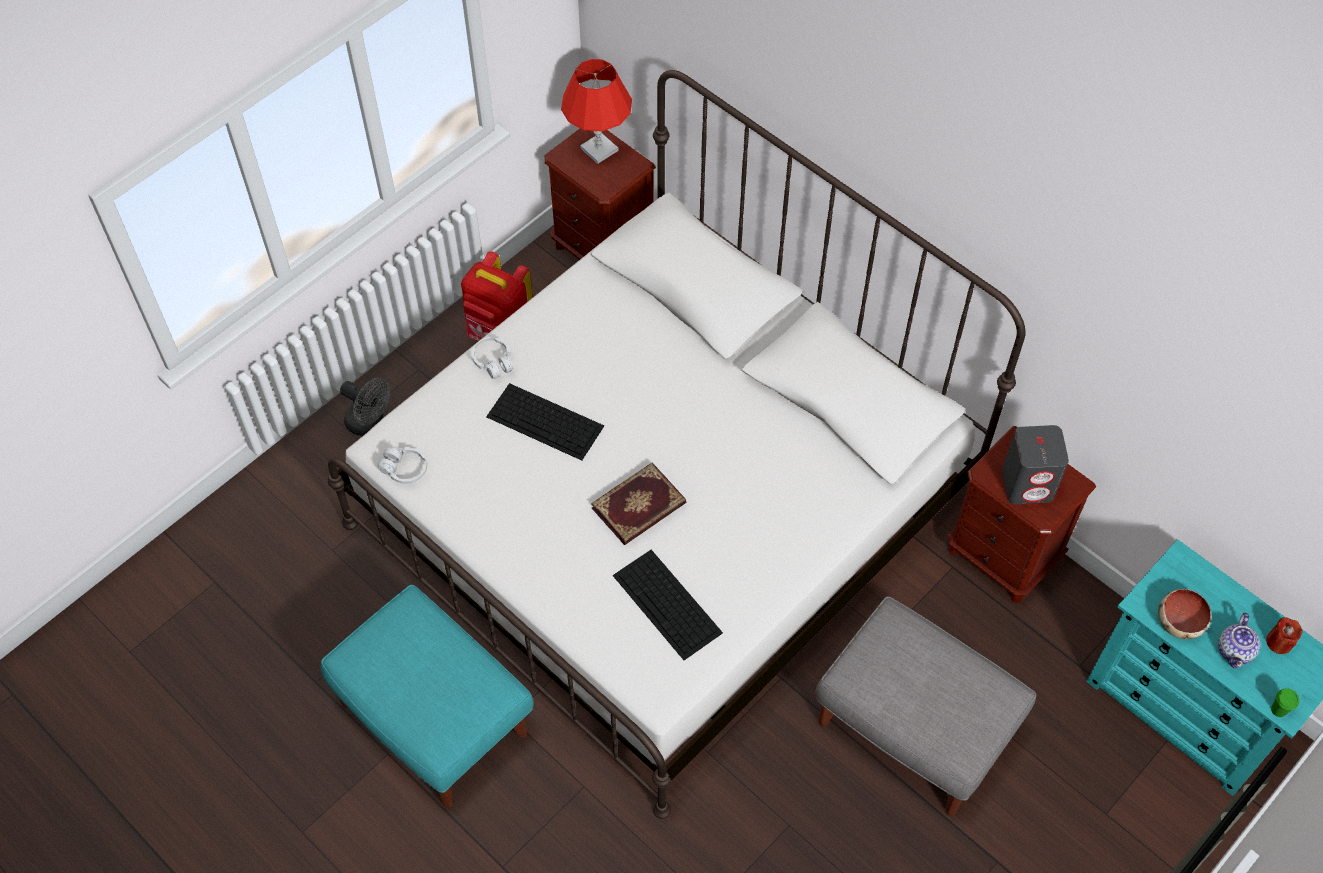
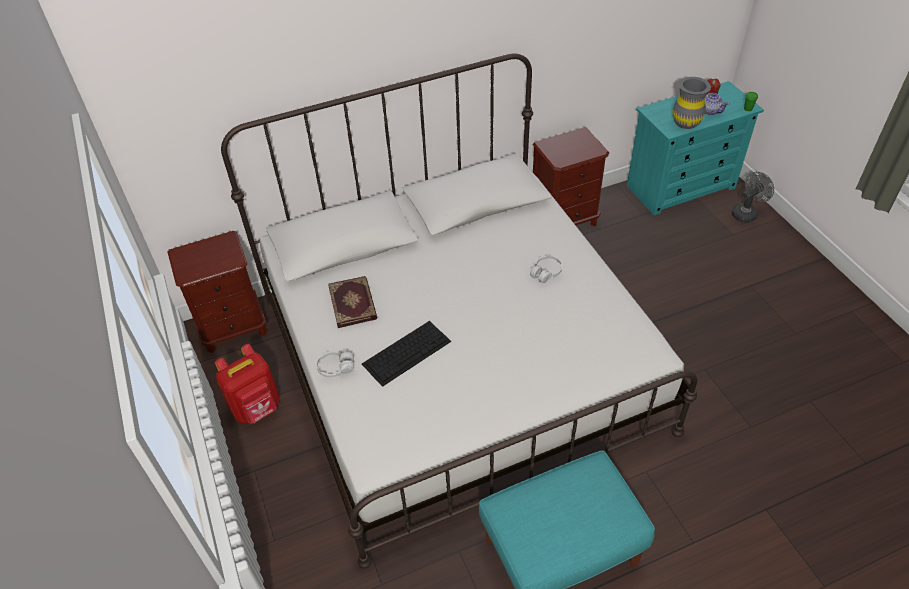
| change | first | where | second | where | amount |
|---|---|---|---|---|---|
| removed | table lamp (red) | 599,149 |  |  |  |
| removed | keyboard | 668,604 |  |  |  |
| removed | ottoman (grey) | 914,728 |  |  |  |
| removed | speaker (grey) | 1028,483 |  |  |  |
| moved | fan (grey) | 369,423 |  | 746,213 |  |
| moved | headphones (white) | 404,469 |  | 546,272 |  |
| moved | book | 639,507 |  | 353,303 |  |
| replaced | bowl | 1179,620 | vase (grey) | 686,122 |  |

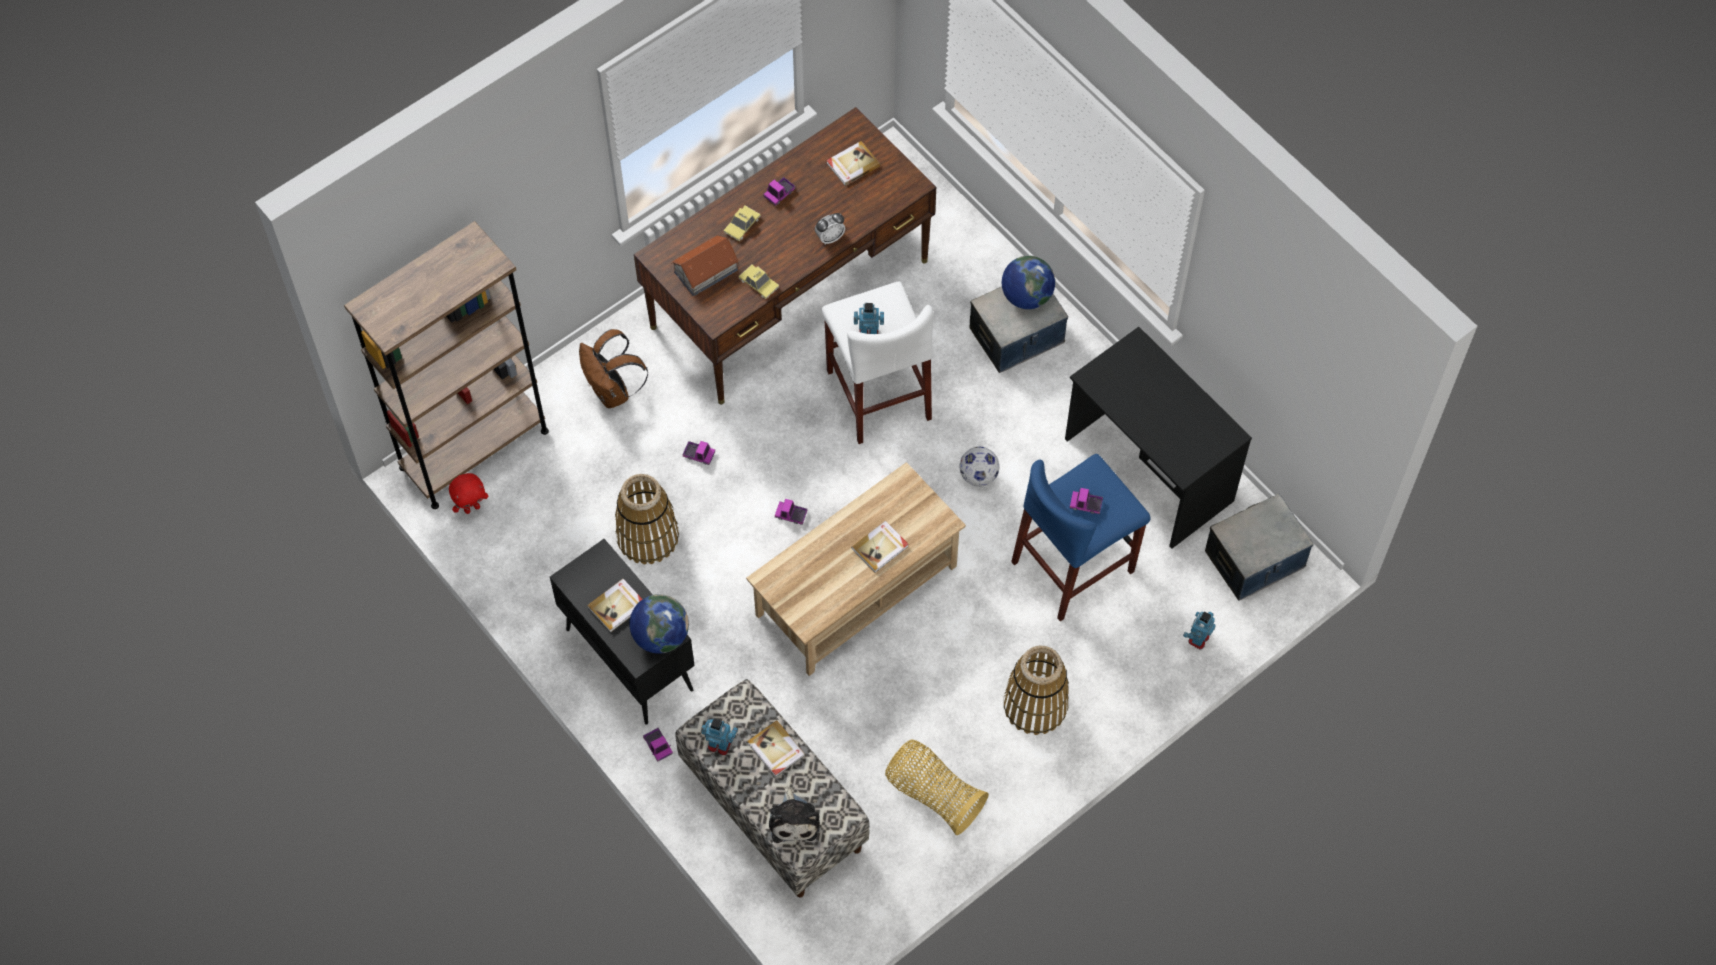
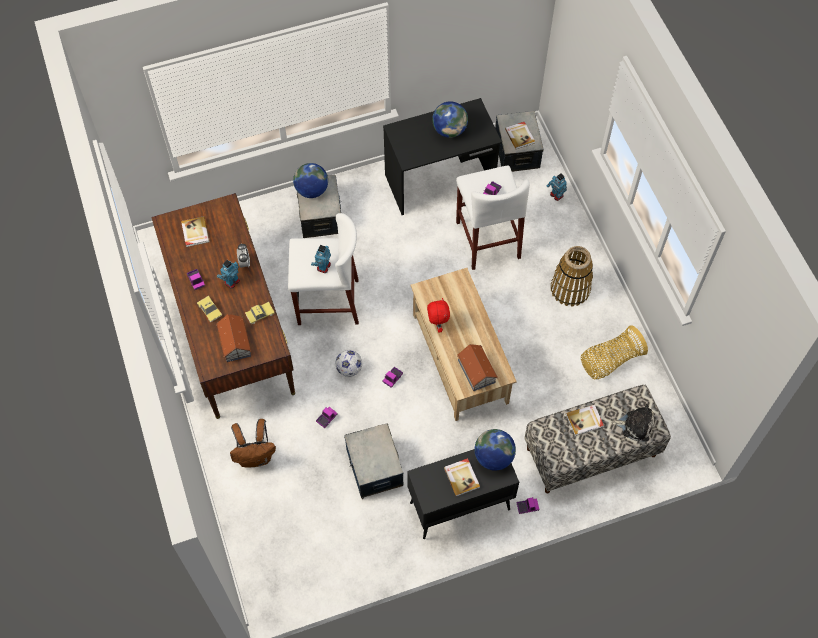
| change | first | where | second | where | amount |
|---|---|---|---|---|---|
| removed | bookcase (brown) | 474,449 |  |  |  |
| added |  |  | globe | 449,130 |  |
| added |  |  | toy house | 476,370 |  |
| moved | plush toy (red) | 472,508 |  | 437,324 |  |
| moved | toy robot | 719,744 |  | 231,281 |  |
| moved | book | 880,548 |  | 520,136 |  |
| moved | football | 978,475 |  | 349,369 |  |
| replaced | basket | 647,536 | storage box | 374,468 |  |
| recoloured | stool (blue) | 1073,567 | stool (white) | 487,240 |  |

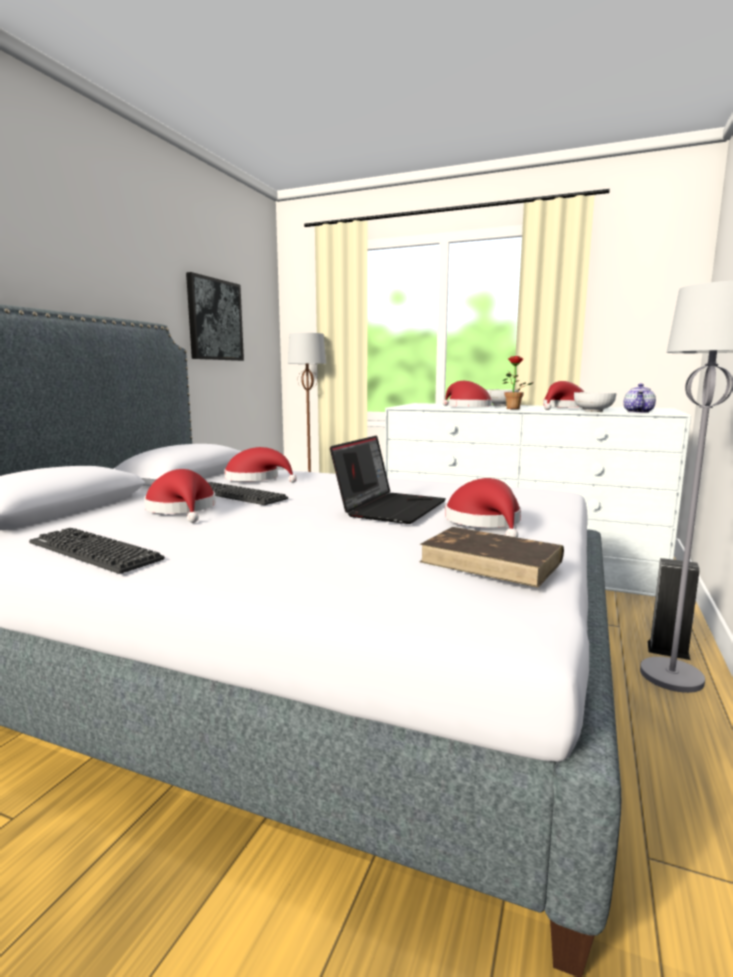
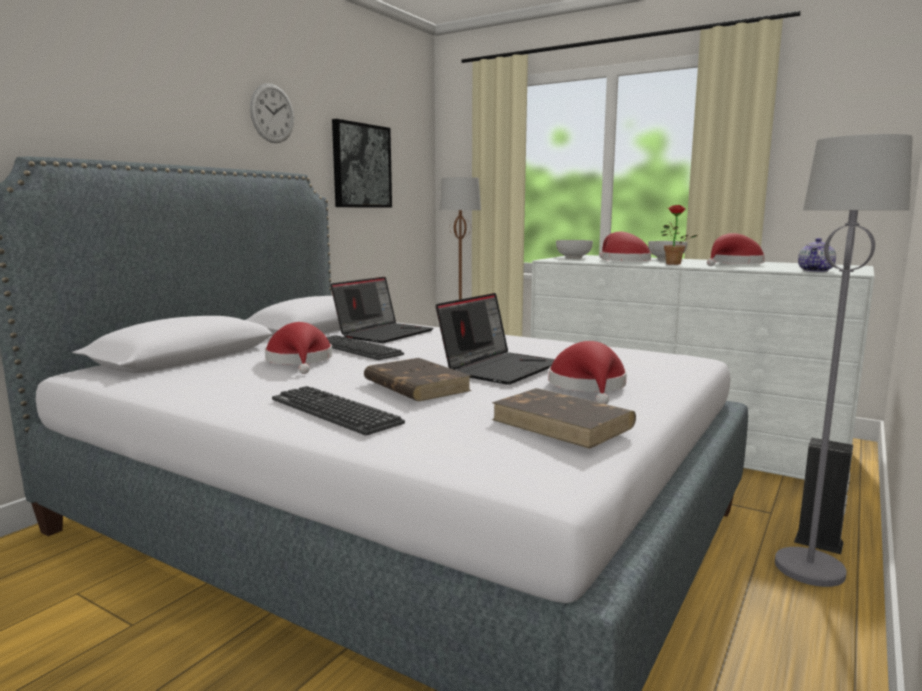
| change | first | where | second | where | amount |
|---|---|---|---|---|---|
| added |  |  | wall clock | 272,113 |  |
| added |  |  | book (brown) | 415,385 |  |
| moved | keyboard | 94,551 |  | 334,411 |  |
| moved | bowl | 593,411 |  | 573,258 |  |
| replaced | hat (red) | 256,479 | laptop | 384,333 |  |

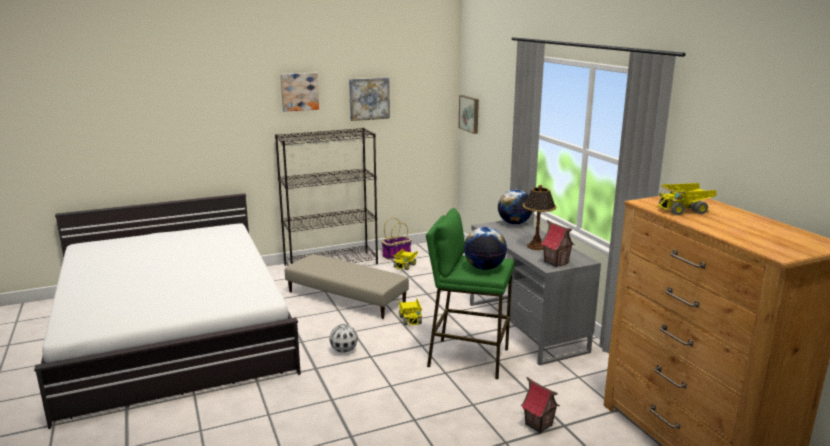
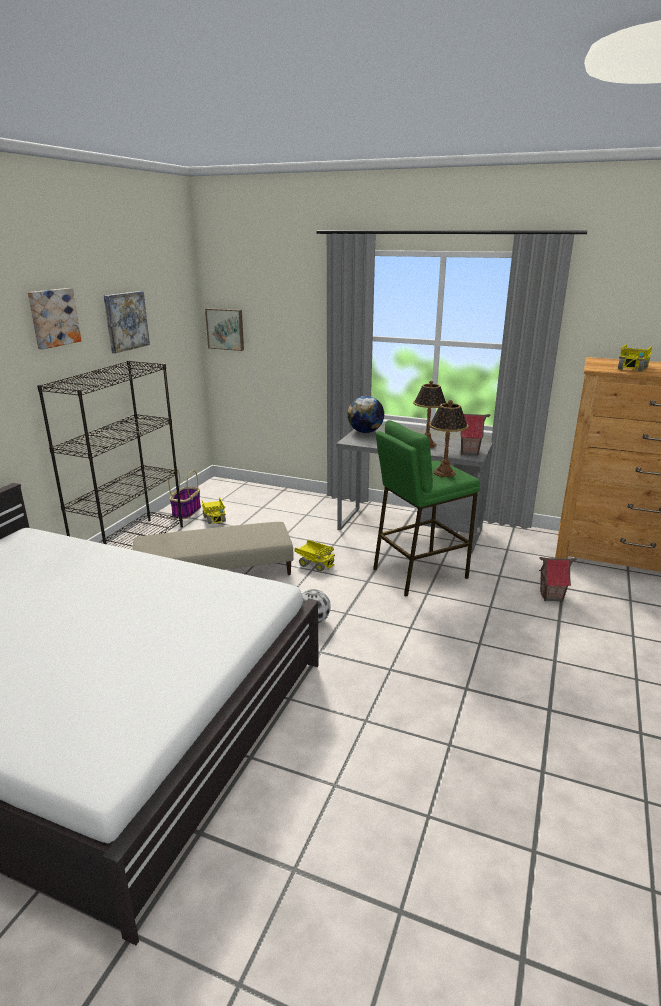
| change | first | where | second | where | amount |
|---|---|---|---|---|---|
| replaced | globe | 484,268 | table lamp | 444,472 |  |

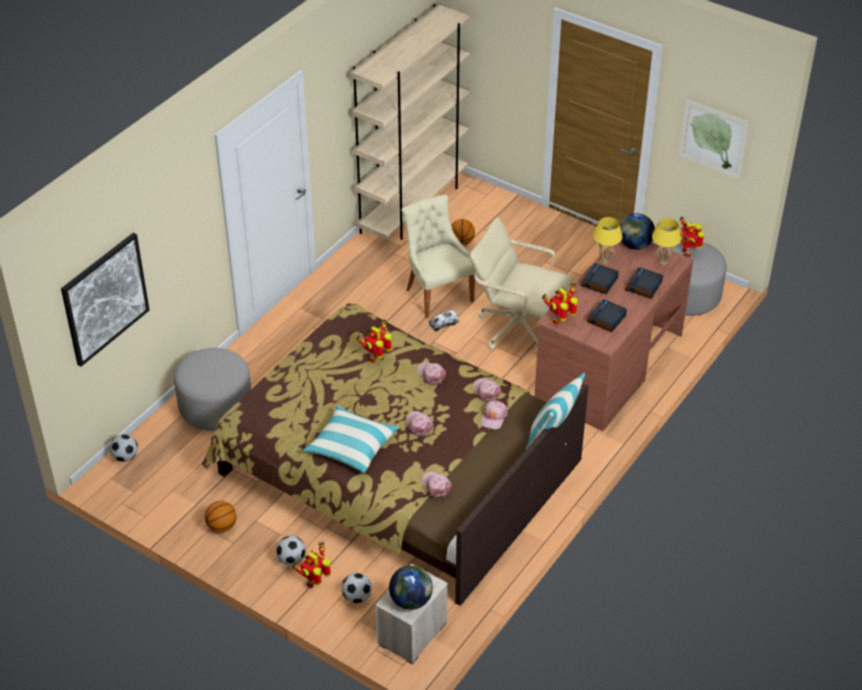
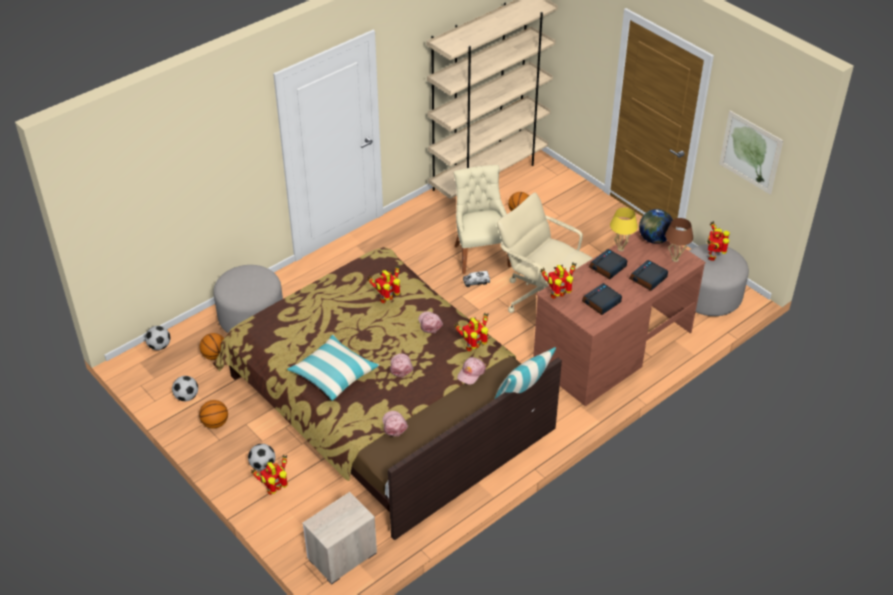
| change | first | where | second | where | amount |
|---|---|---|---|---|---|
| removed | picture | 105,298 |  |  |  |
| removed | globe | 411,600 |  |  |  |
| added |  |  | basketball | 214,356 |  |
| moved | football | 357,597 |  | 186,397 |  |
| replaced | cap (pink) | 486,391 | toy robot | 473,348 |  |
| recoloured | table lamp (yellow) | 663,262 | table lamp (brown) | 675,259 |  |

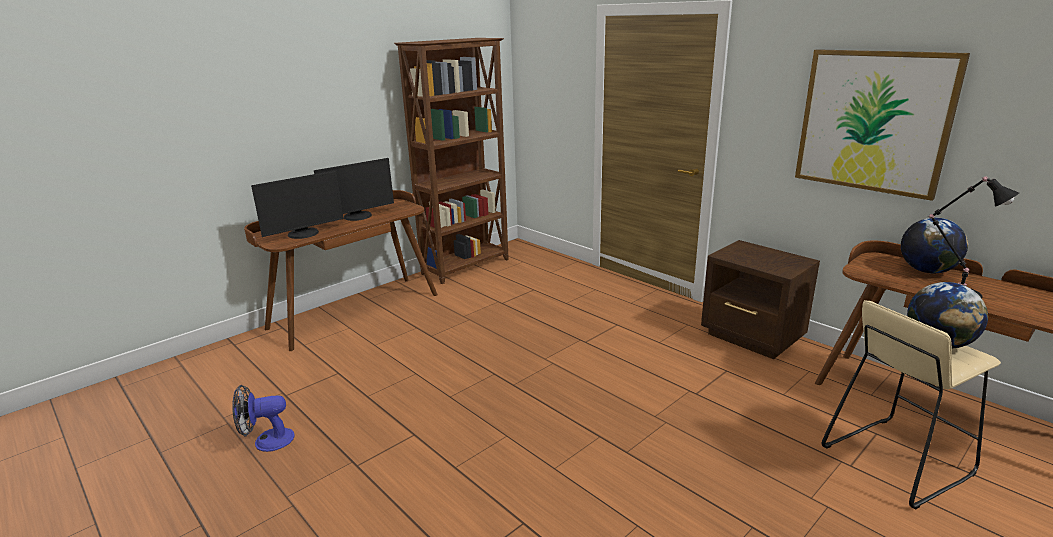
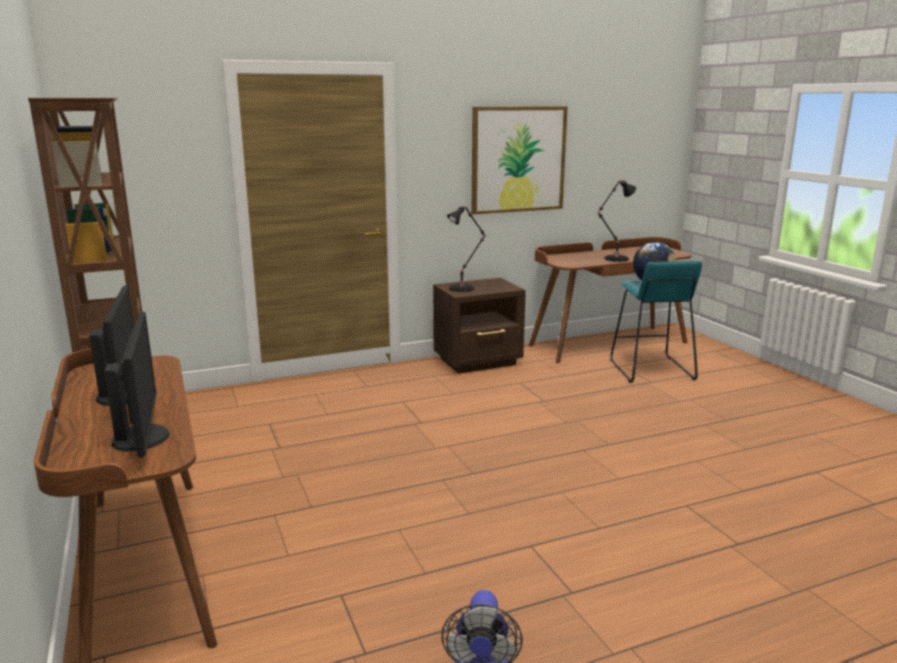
| change | first | where | second | where | amount |
|---|---|---|---|---|---|
| removed | globe | 926,271 |  |  |  |
| added |  |  | table lamp (black) | 463,288 |  |
| recoloured | stool (beige) | 896,459 | stool (turquoise) | 650,369 |  |

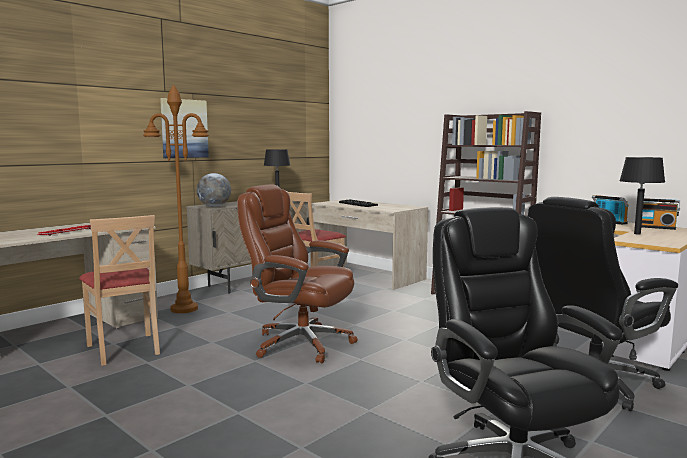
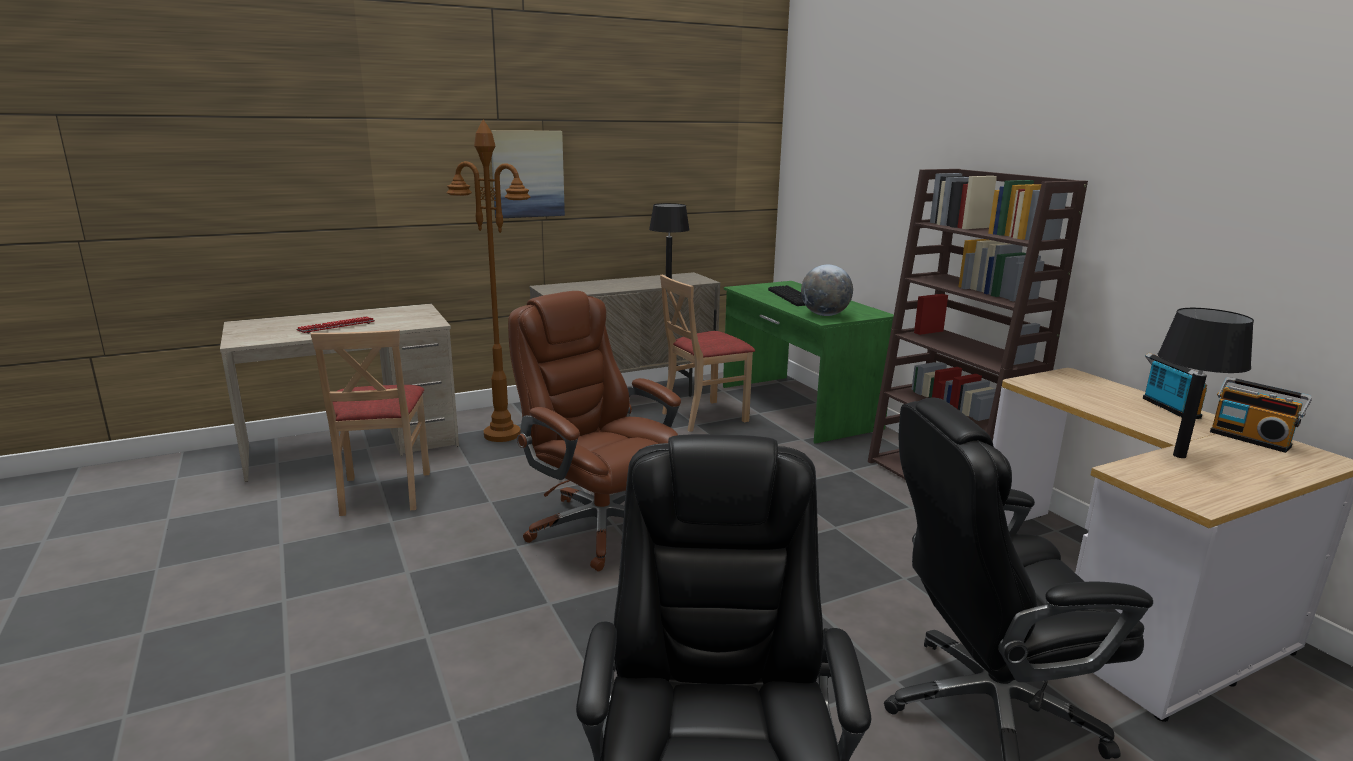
| change | first | where | second | where | amount |
|---|---|---|---|---|---|
| moved | globe | 214,206 |  | 824,315 |  |
| recoloured | desk (beige) | 366,275 | desk (green) | 797,407 |  |

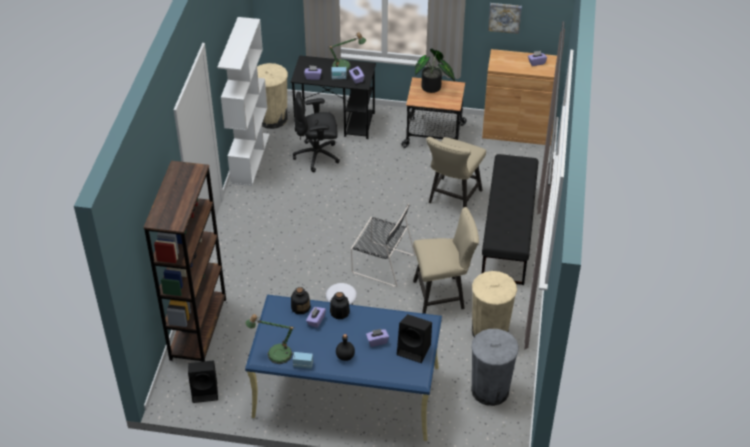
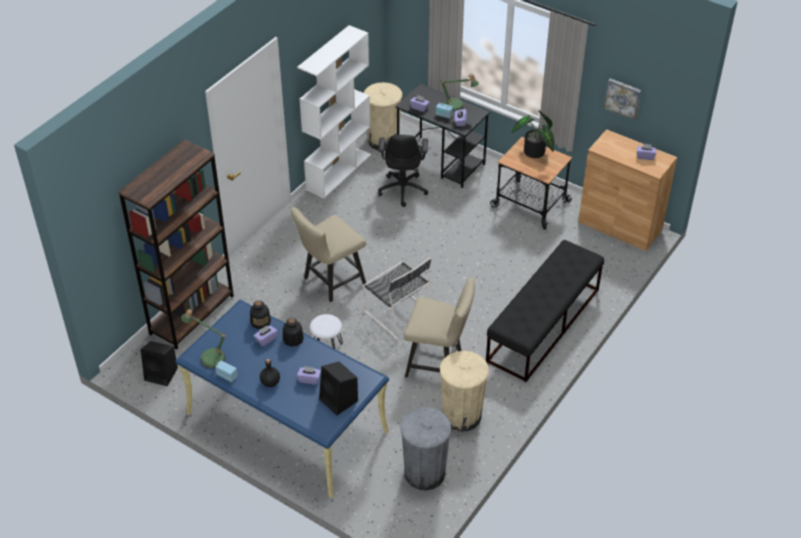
| change | first | where | second | where | amount |
|---|---|---|---|---|---|
| moved | chair (beige) | 452,198 |  | 330,282 |  |
| turned | office chair (black) | 317,156 |  | 403,189 | 105 degrees counterclockwise |

